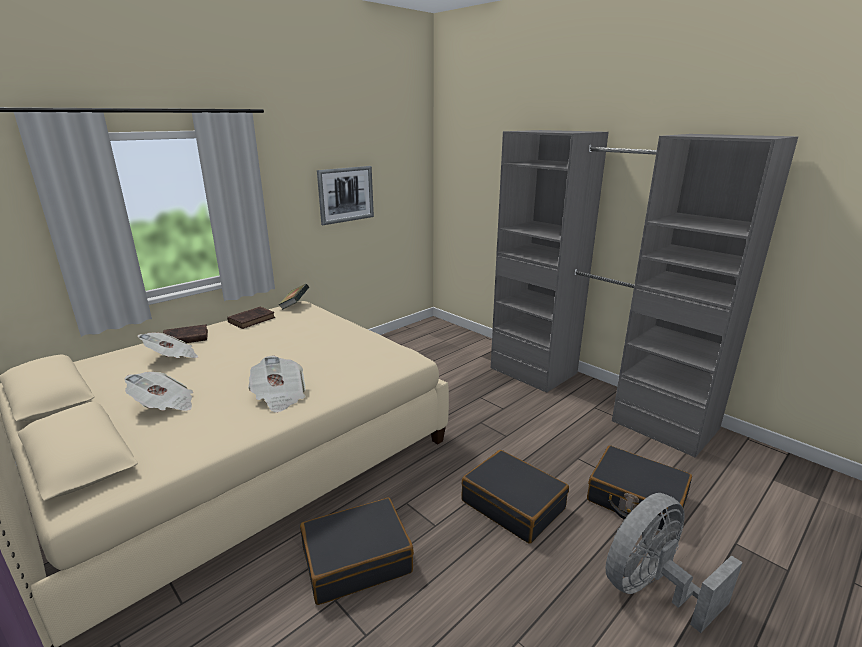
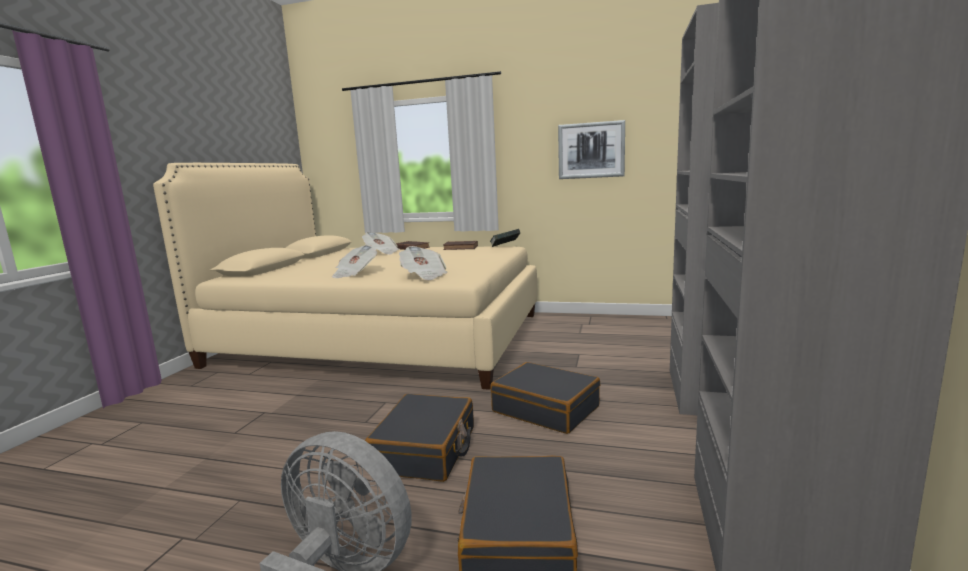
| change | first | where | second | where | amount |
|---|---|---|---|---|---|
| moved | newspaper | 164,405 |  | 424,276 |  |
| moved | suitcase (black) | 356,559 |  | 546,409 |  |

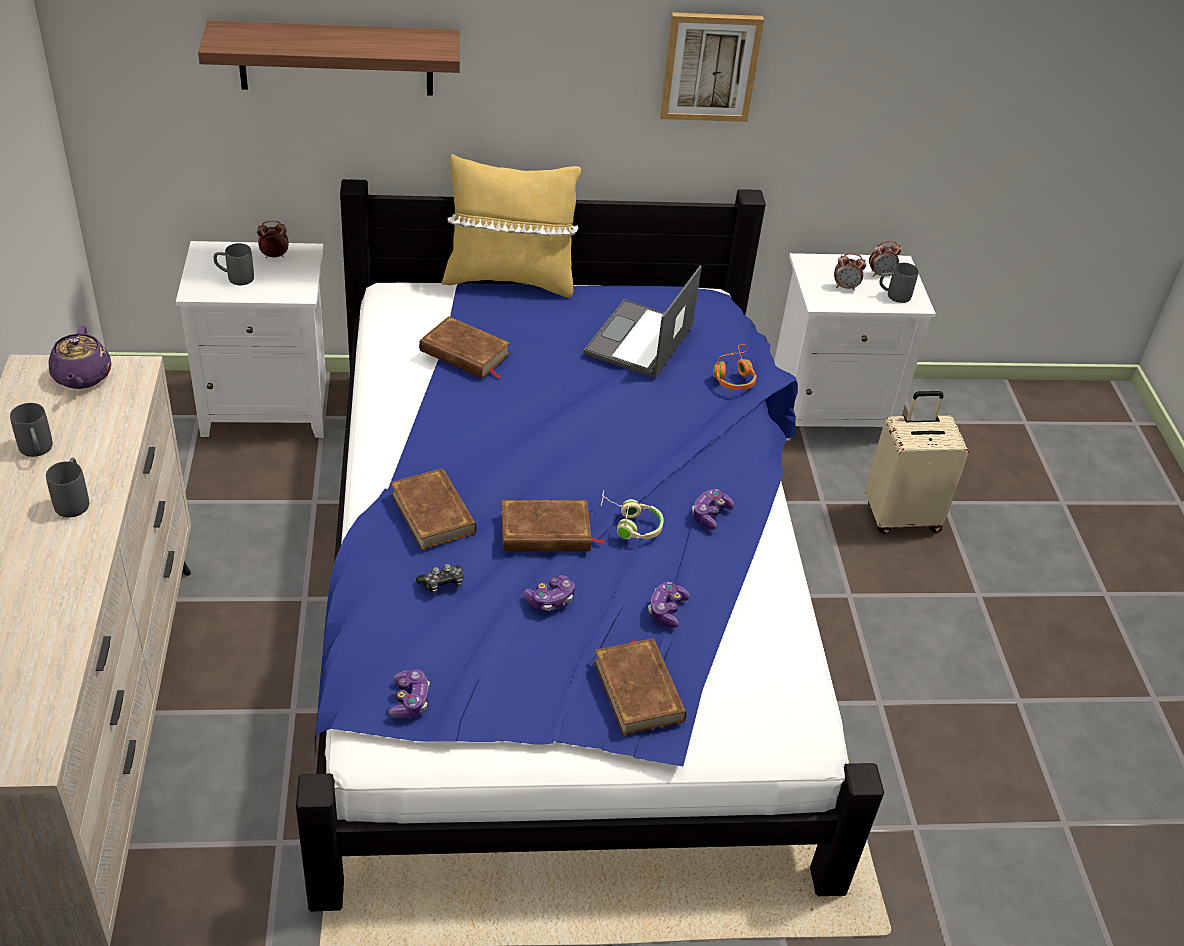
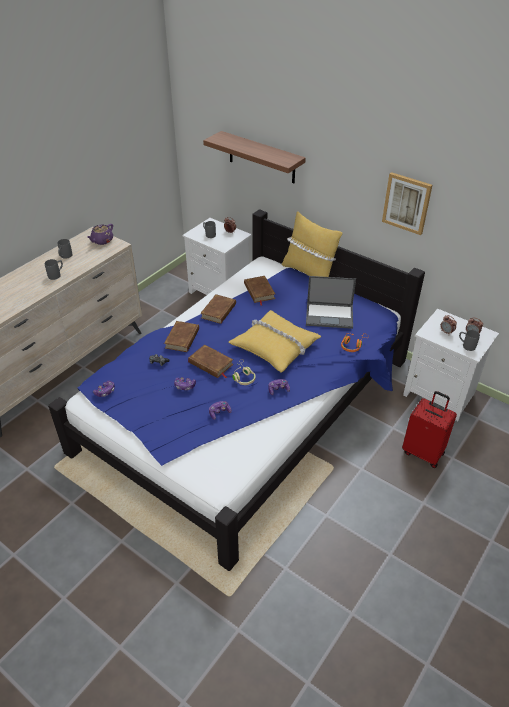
| change | first | where | second | where | amount |
|---|---|---|---|---|---|
| added |  |  | pillow (yellow) | 275,346 |  |
| moved | book (brown) | 639,690 |  | 219,311 |  |
| recoloured | suitcase (beige) | 901,516 | suitcase (red) | 423,452 |  |
| turned | laptop | 639,340 |  | 330,315 | 150 degrees counterclockwise |

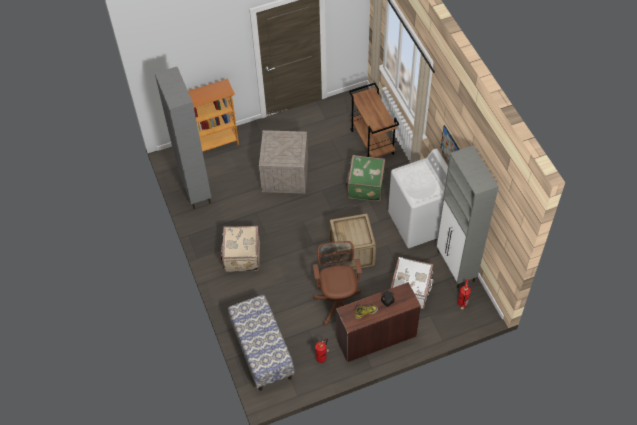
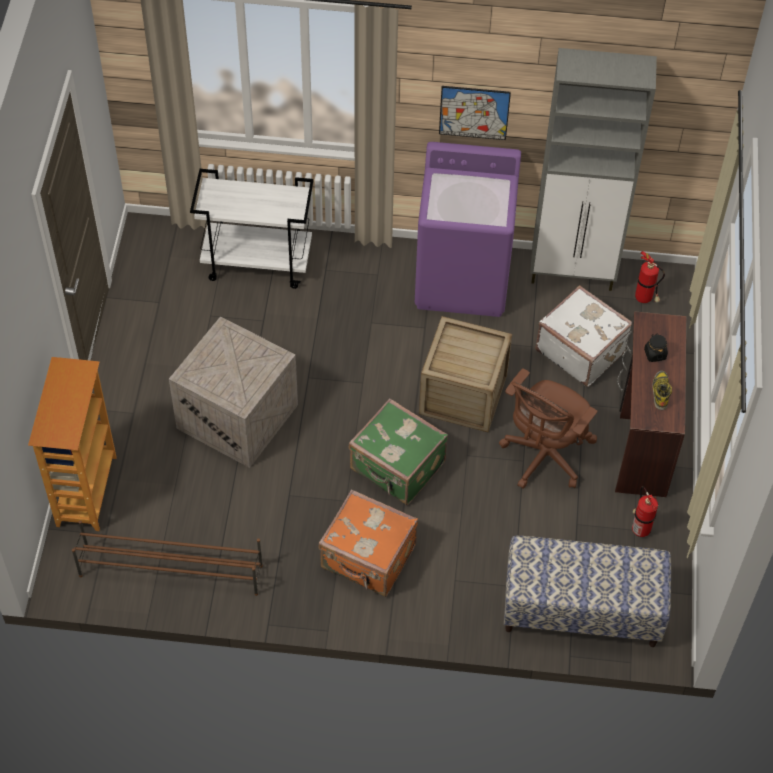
| change | first | where | second | where | amount |
|---|---|---|---|---|---|
| moved | suitcase (green) | 365,186 |  | 397,468 |  |
| replaced | cabinet (grey) | 195,189 | shoe rack (brown) | 170,570 |  |
| recoloured | suitcase (beige) | 241,256 | suitcase (orange) | 368,558 |  |
| recoloured | cart (brown) | 372,142 | cart (white) | 258,263 |  |
| recoloured | washing machine (white) | 419,223 | washing machine (purple) | 463,279 |  |
| turned | office chair (brown) | 337,301 |  | 544,457 | 75 degrees counterclockwise |

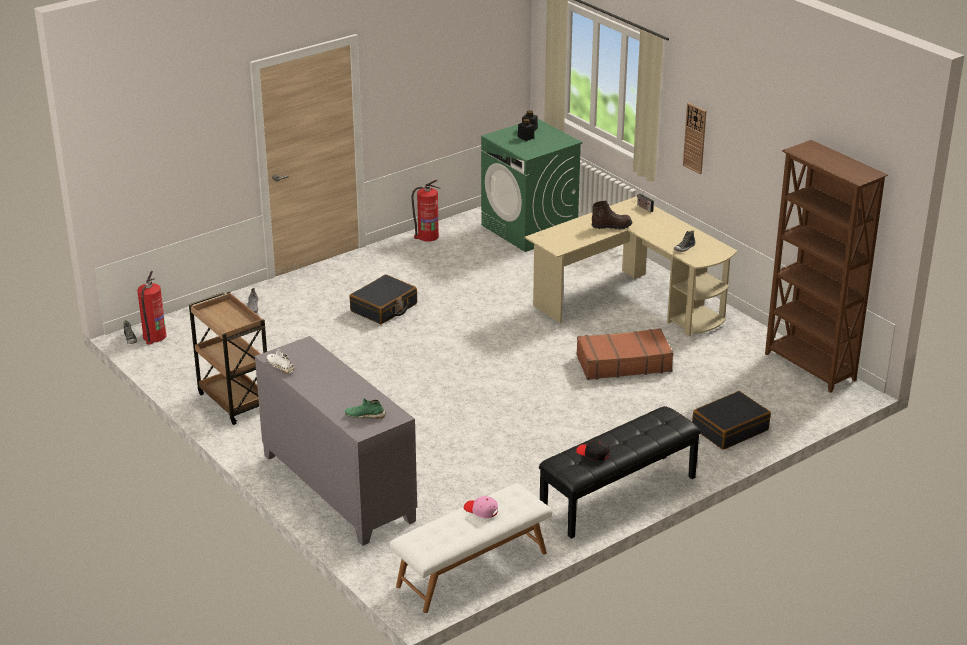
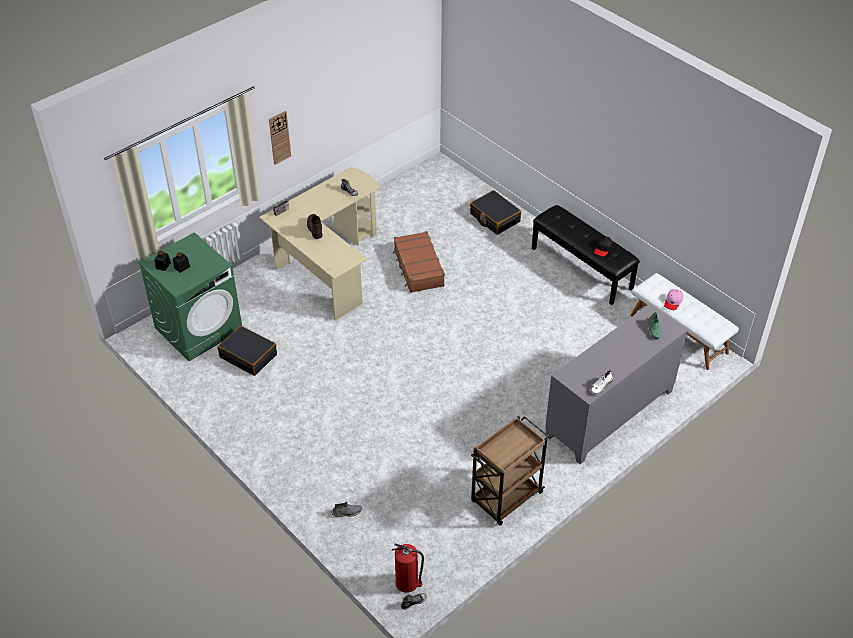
| change | first | where | second | where | amount |
|---|---|---|---|---|---|
| removed | fire extinguisher | 427,236 |  |  |  |
| removed | bookcase (brown) | 809,367 |  |  |  |
| moved | suitcase (black) | 384,308 |  | 248,356 |  |

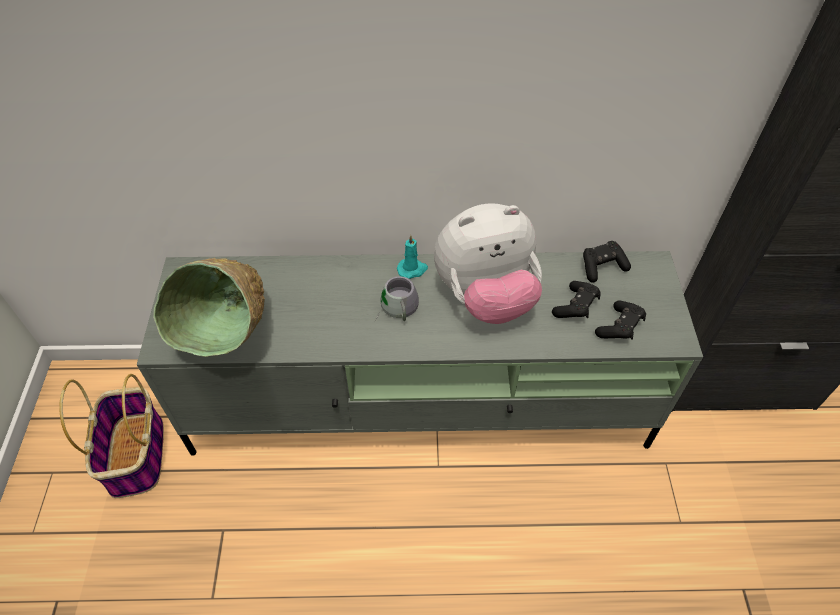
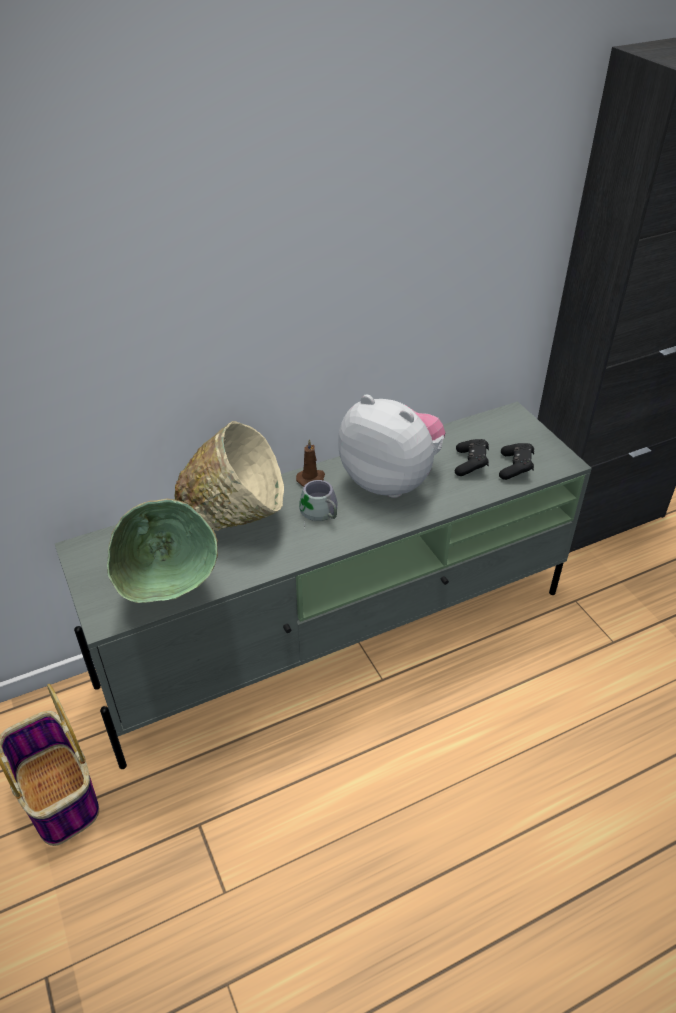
| change | first | where | second | where | amount |
|---|---|---|---|---|---|
| removed | game controller (black) | 602,267 |  |  |  |
| added |  |  | bowl (beige) | 237,519 |  |
| recoloured | candle (turquoise) | 412,269 | candle (brown) | 311,479 |  |
| turned | plush toy | 485,297 |  | 391,480 | 105 degrees counterclockwise |

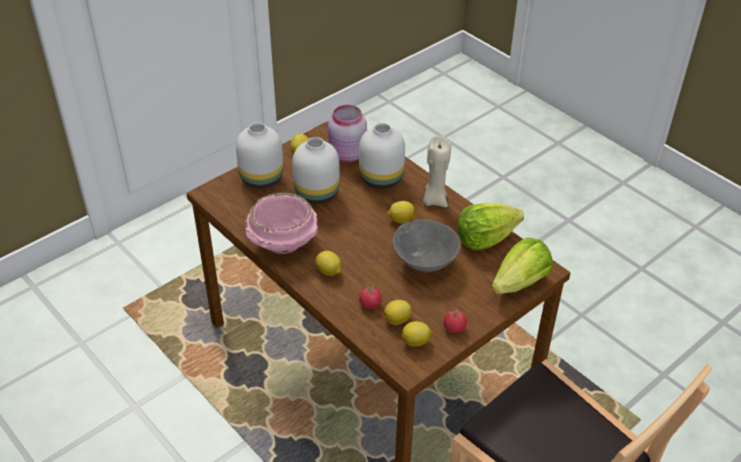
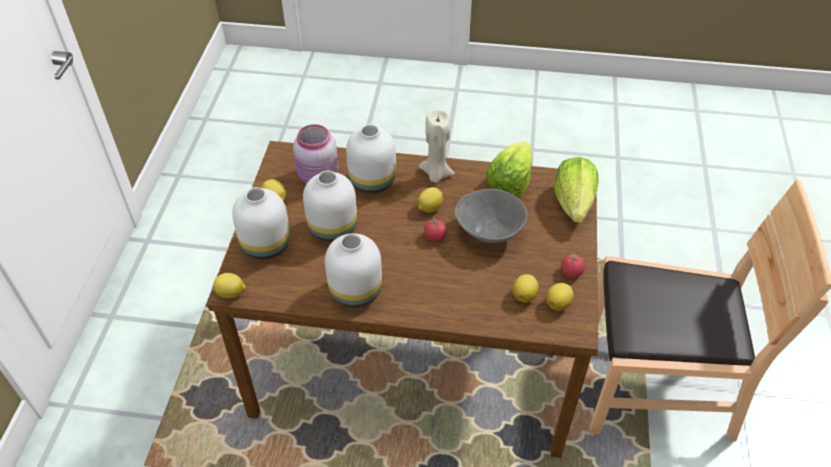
| change | first | where | second | where | amount |
|---|---|---|---|---|---|
| moved | lemon | 329,272 |  | 231,293 |  |
| moved | tomato | 370,304 |  | 435,236 |  |
| replaced | bowl (pink) | 282,242 | vase (white) | 355,292 |  |

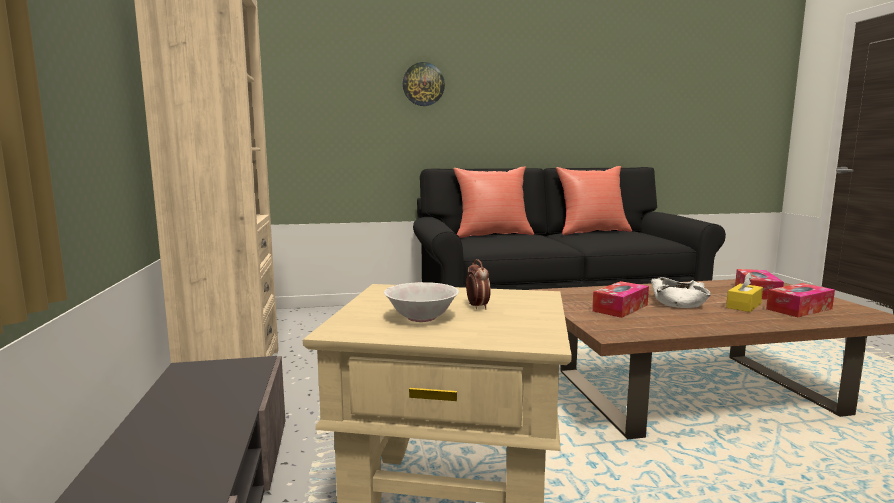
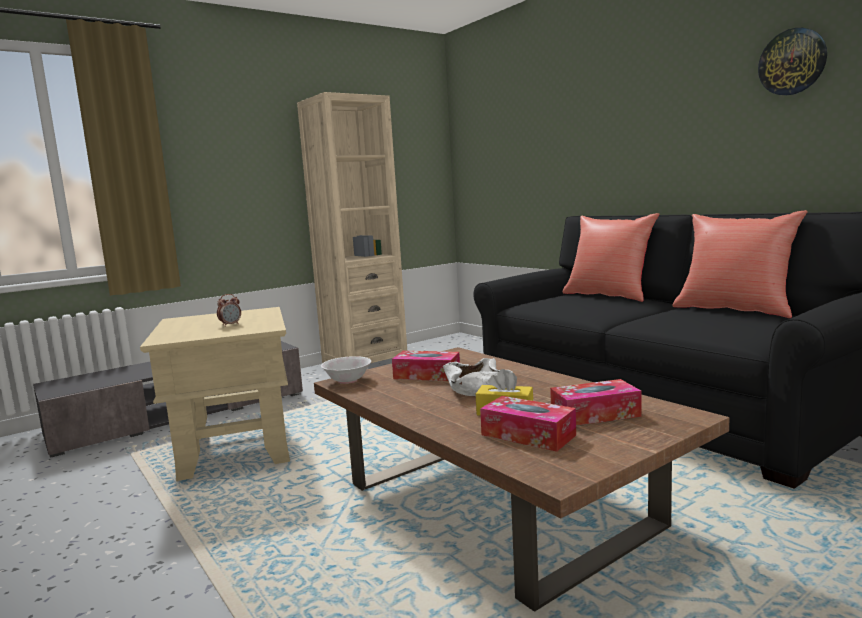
| change | first | where | second | where | amount |
|---|---|---|---|---|---|
| moved | bowl (white) | 421,318 |  | 347,380 |  |
| moved | wall clock | 423,84 |  | 792,62 |  |

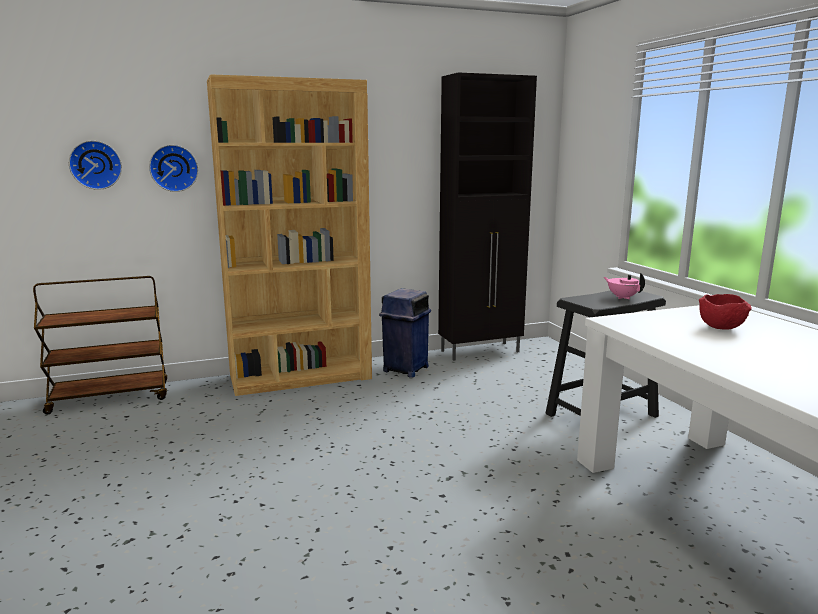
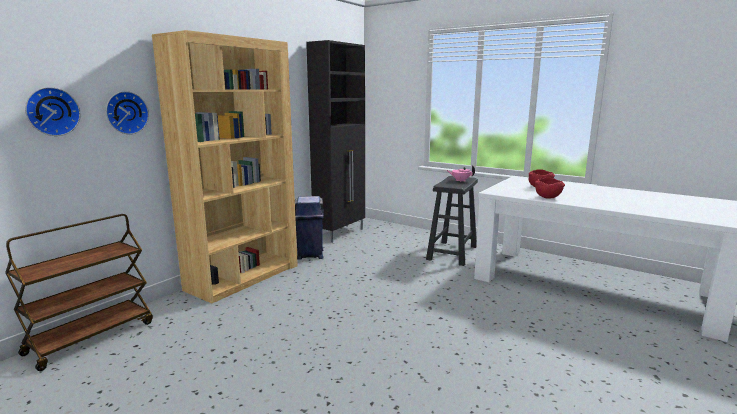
| change | first | where | second | where | amount |
|---|---|---|---|---|---|
| added |  |  | bowl (red) | 548,197 |  |

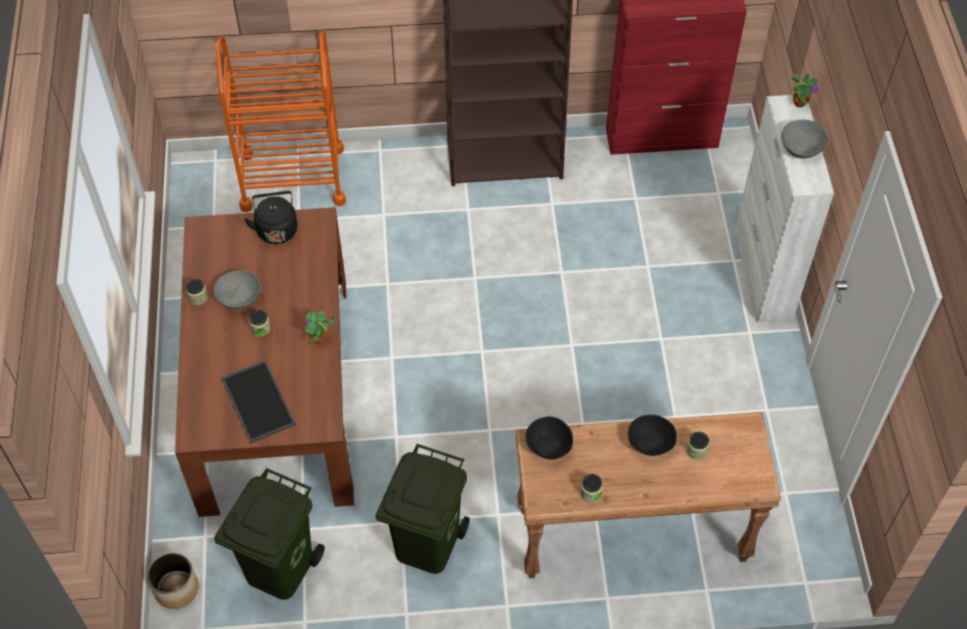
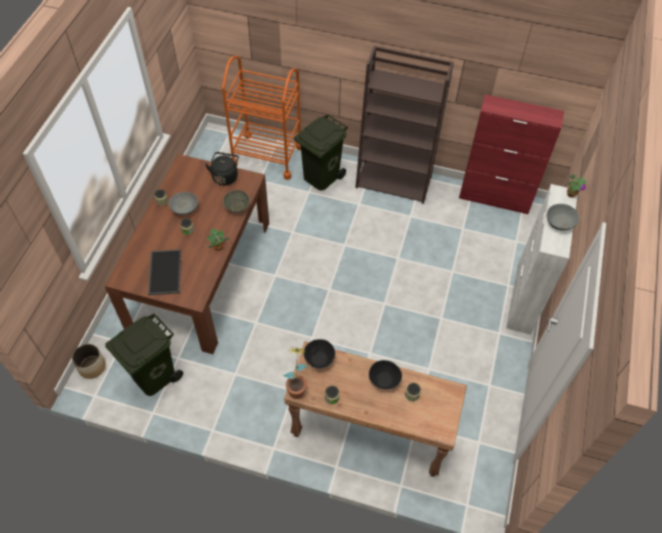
| change | first | where | second | where | amount |
|---|---|---|---|---|---|
| added |  |  | bowl (grey) | 236,207 |  |
| added |  |  | potted plant | 297,387 |  |
| moved | trash can (green) | 426,543 |  | 320,176 |  |

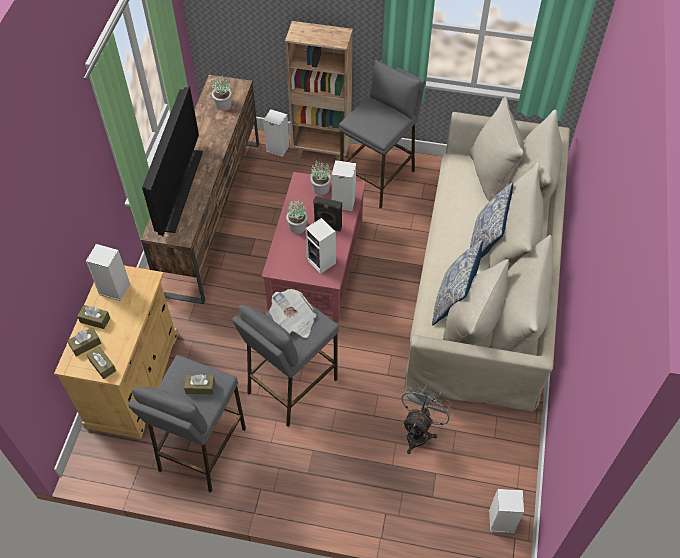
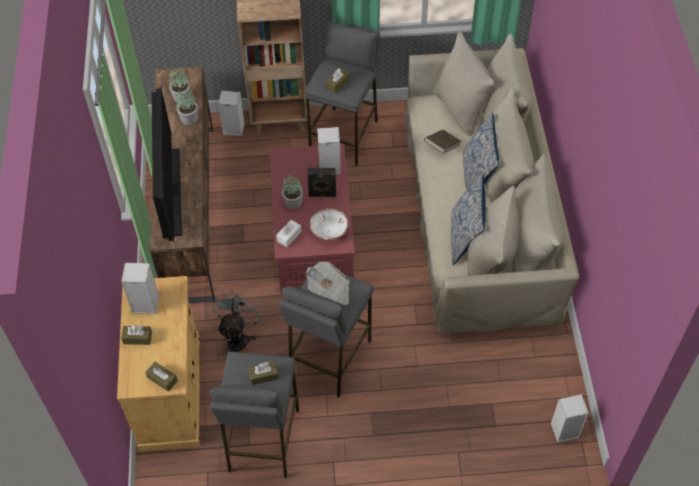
| change | first | where | second | where | amount |
|---|---|---|---|---|---|
| added |  |  | tissue box (white) | 289,236 |  |
| added |  |  | book (brown) | 442,146 |  |
| moved | tissue box (brown) | 85,344 |  | 338,83 |  |
| moved | potted plant | 321,188 |  | 189,118 |  |
| moved | fan (grey) | 419,431 |  | 238,337 |  |
| replaced | speaker | 322,262 | bowl (white) | 329,231 |  |

